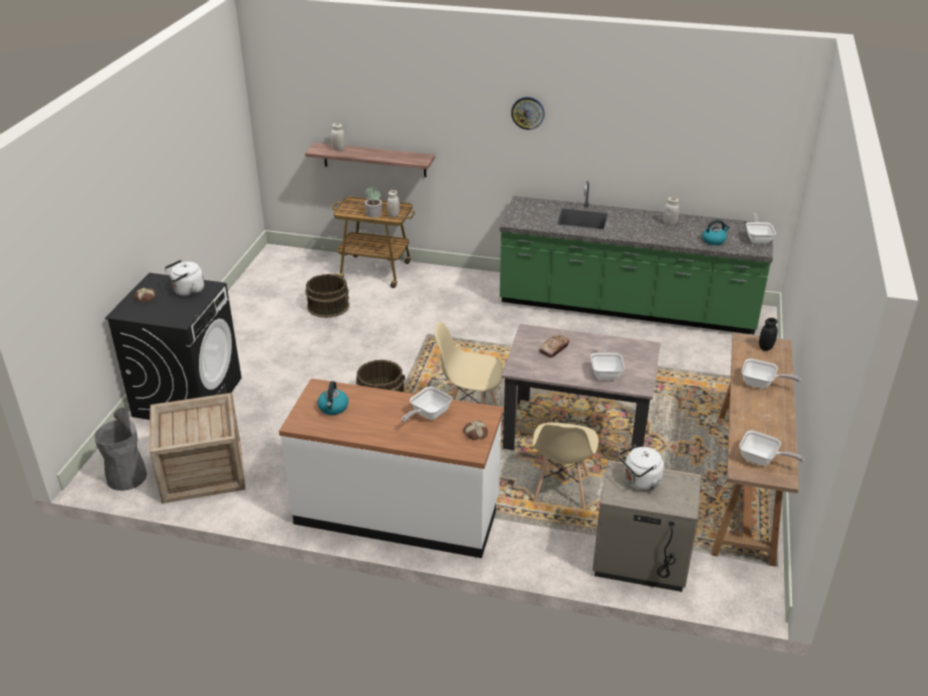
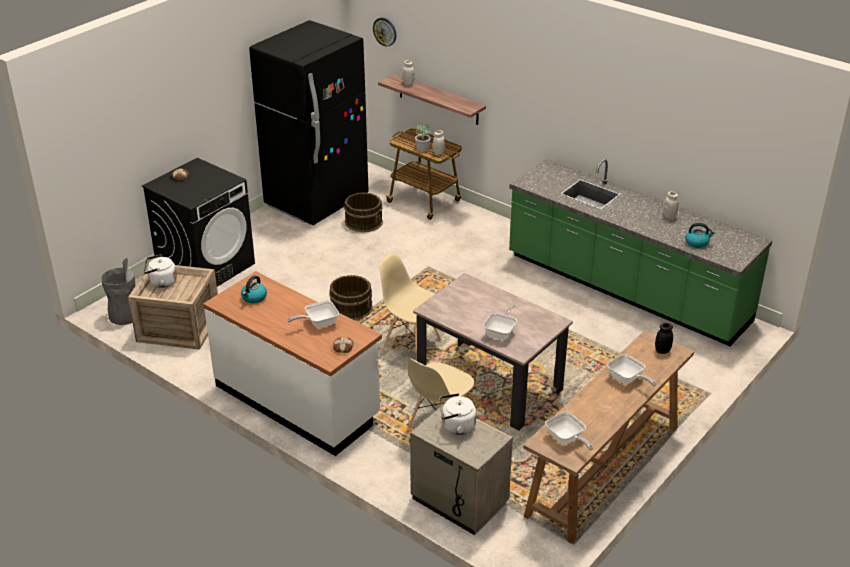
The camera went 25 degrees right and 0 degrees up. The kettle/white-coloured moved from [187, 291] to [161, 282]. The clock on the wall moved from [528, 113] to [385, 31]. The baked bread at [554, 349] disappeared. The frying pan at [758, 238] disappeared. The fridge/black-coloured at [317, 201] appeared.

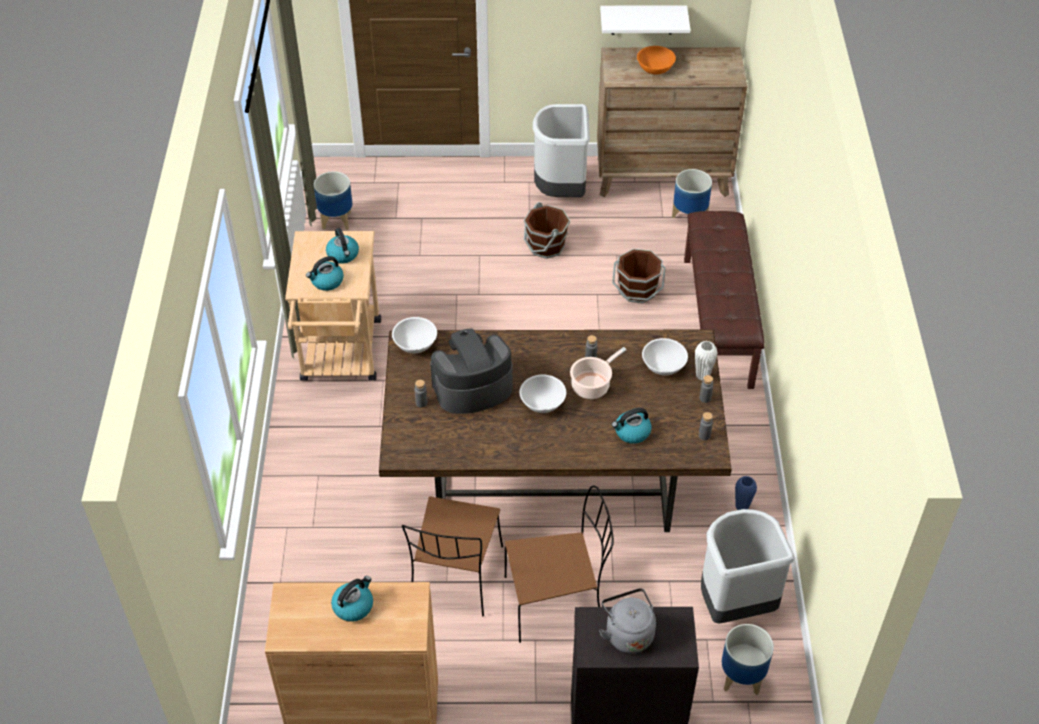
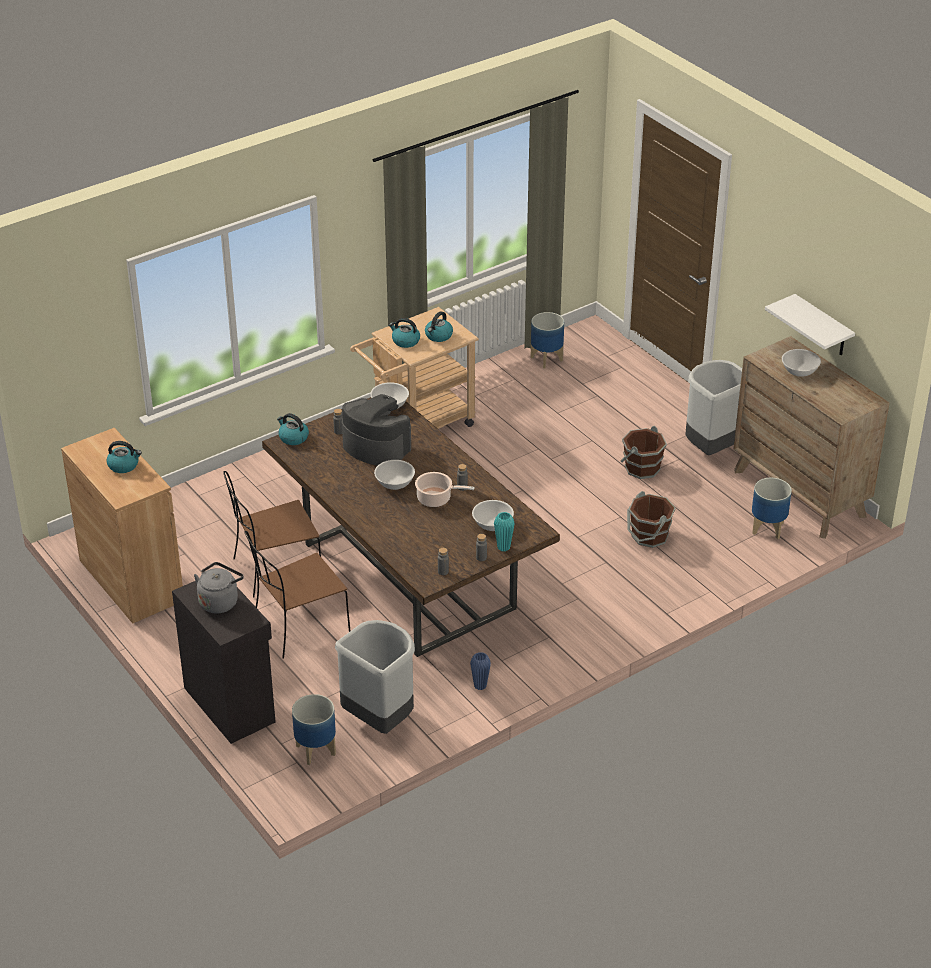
The camera went 55 degrees right and 10 degrees down. The plain chair/brown-coloured at [557, 601] turned 105 degrees clockwise. The kettle moved from [631, 432] to [293, 438]. The bowl/orange at [655, 69] became the bowl/white-coloured at [799, 371]. The indoor bench/brown-coloured at [718, 322] disappeared. The vase/white-coloured at [702, 375] became the vase/blue-green at [503, 547].

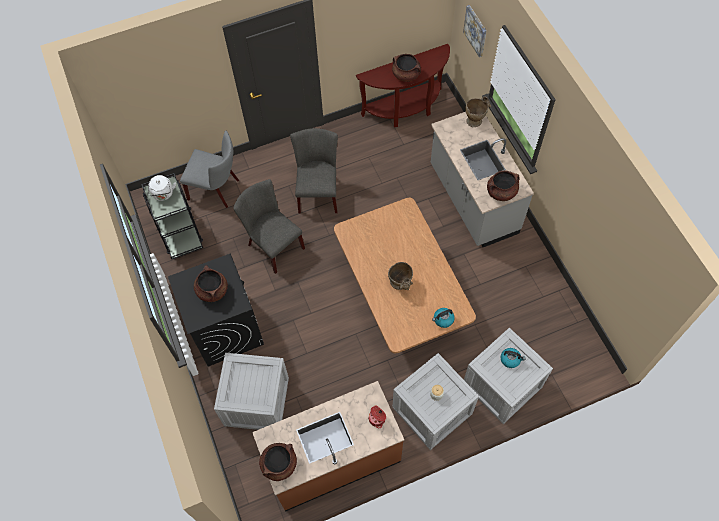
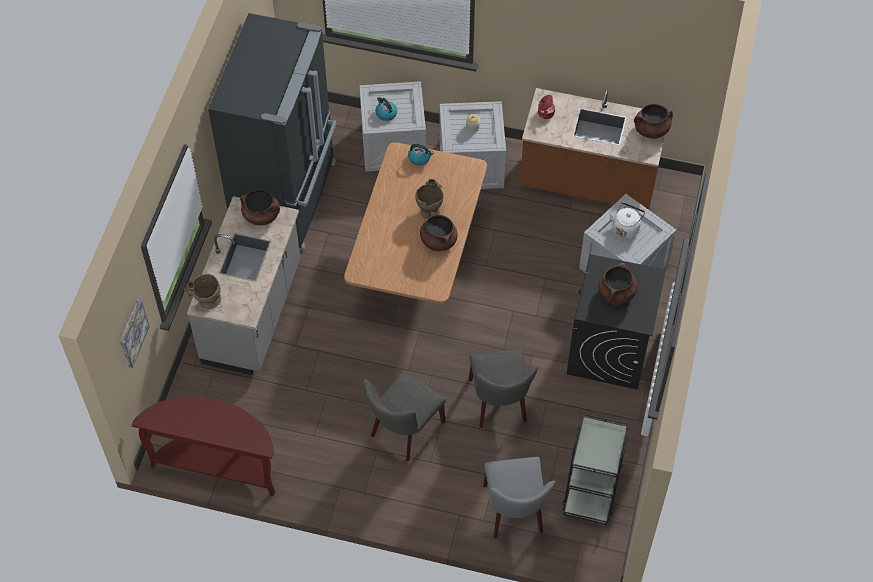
The camera went 145 degrees left and 5 degrees down. The kettle/white-coloured moved from [163, 194] to [626, 228]. The plain chair/gray at [217, 189] turned 150 degrees counterclockwise. The saucepot/brown-coloured moved from [406, 75] to [438, 241]. The fridge/black-coloured at [287, 198] appeared.

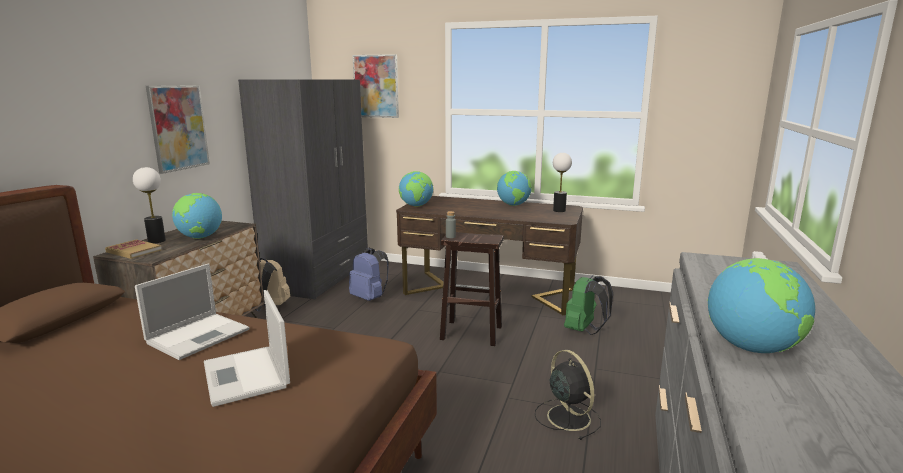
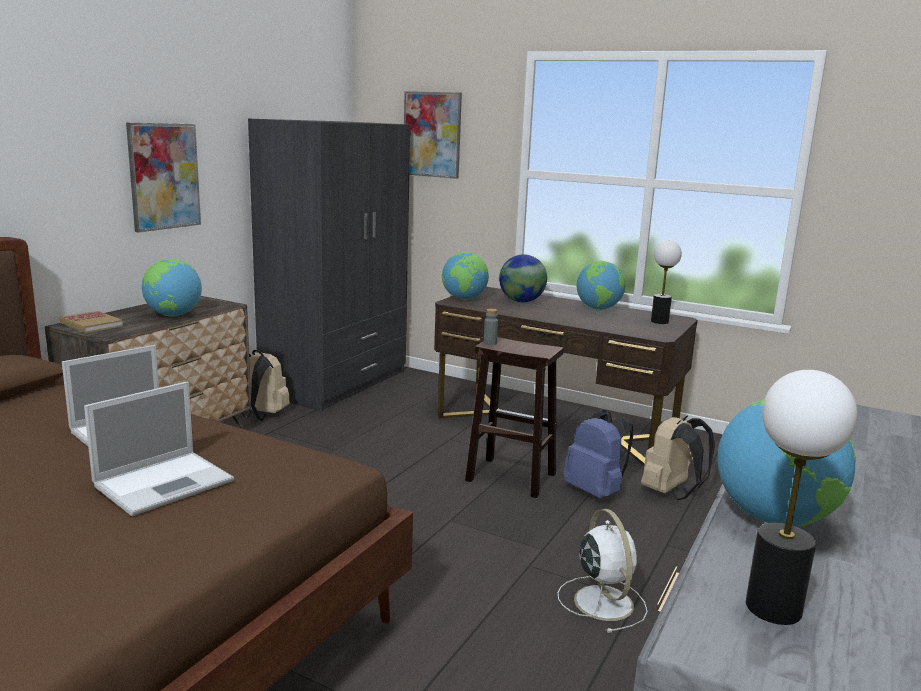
The camera went 10 degrees right and 0 degrees up. The table lamp moved from [156, 241] to [772, 608]. The portable computer at [246, 376] turned 120 degrees counterclockwise. The rucksack/bluish moved from [370, 298] to [596, 492]. The fan/black-coloured at [567, 416] became the fan/white-coloured at [602, 601]. The rucksack/green-coloured at [584, 330] became the rucksack/beige at [671, 493]. The desk globe at [521, 301] appeared.

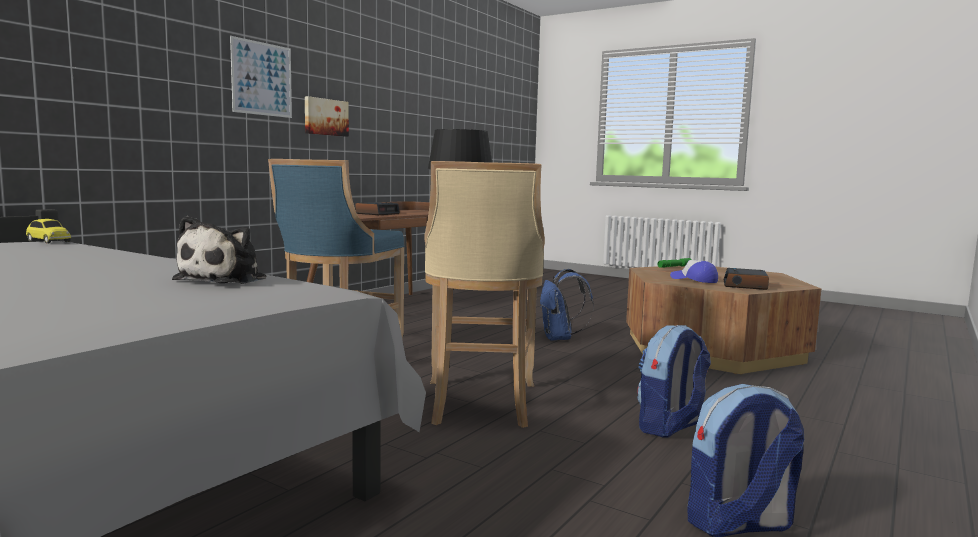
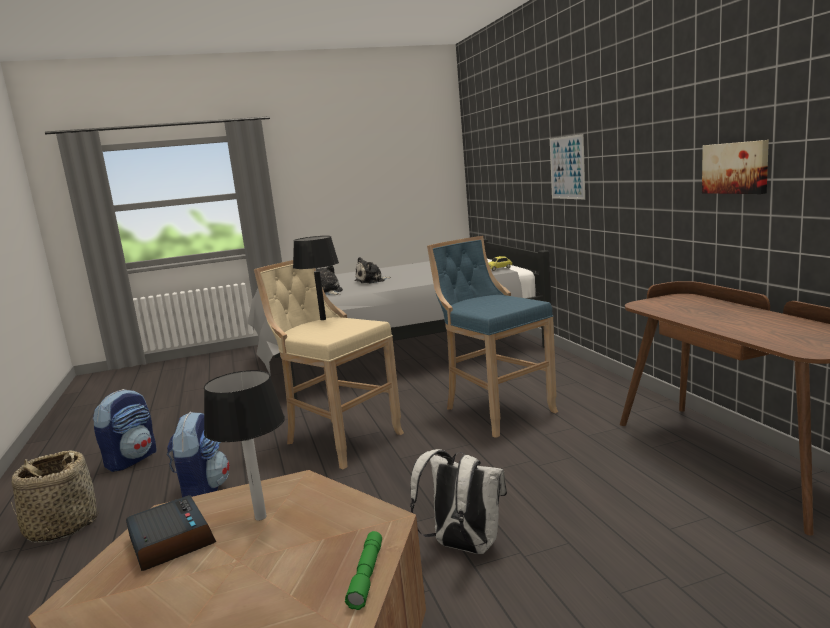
The camera went 130 degrees right and 5 degrees up. The wall picture moved from [262, 79] to [567, 167]. The table clock at [377, 213] disappeared. The rucksack/bluish at [560, 338] became the rucksack/white-coloured at [463, 546]. The baseball cap at [694, 280] was replaced by the table lamp at [260, 517]. The storage basket at [61, 527] appeared. The cuddly toy at [372, 281] appeared.

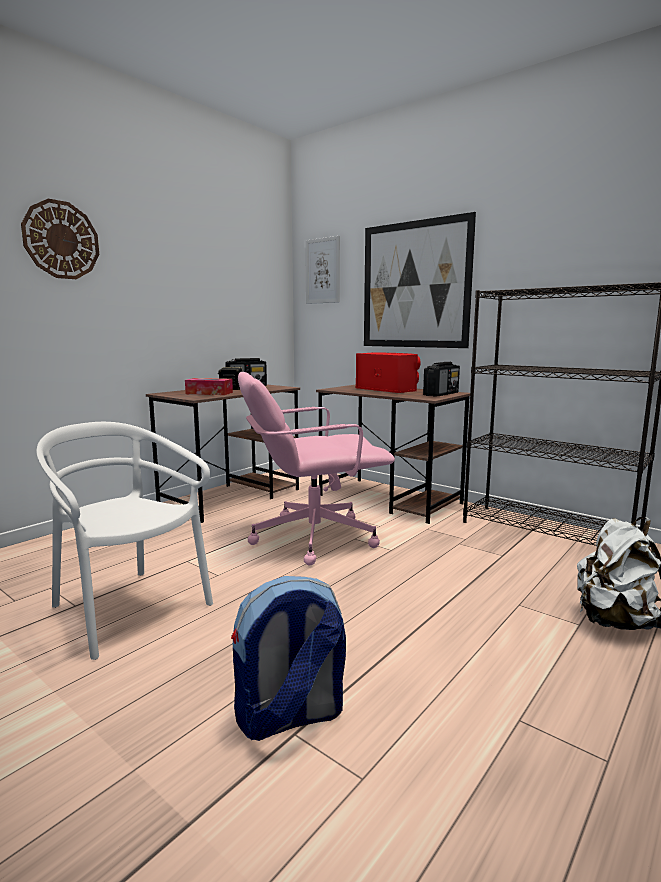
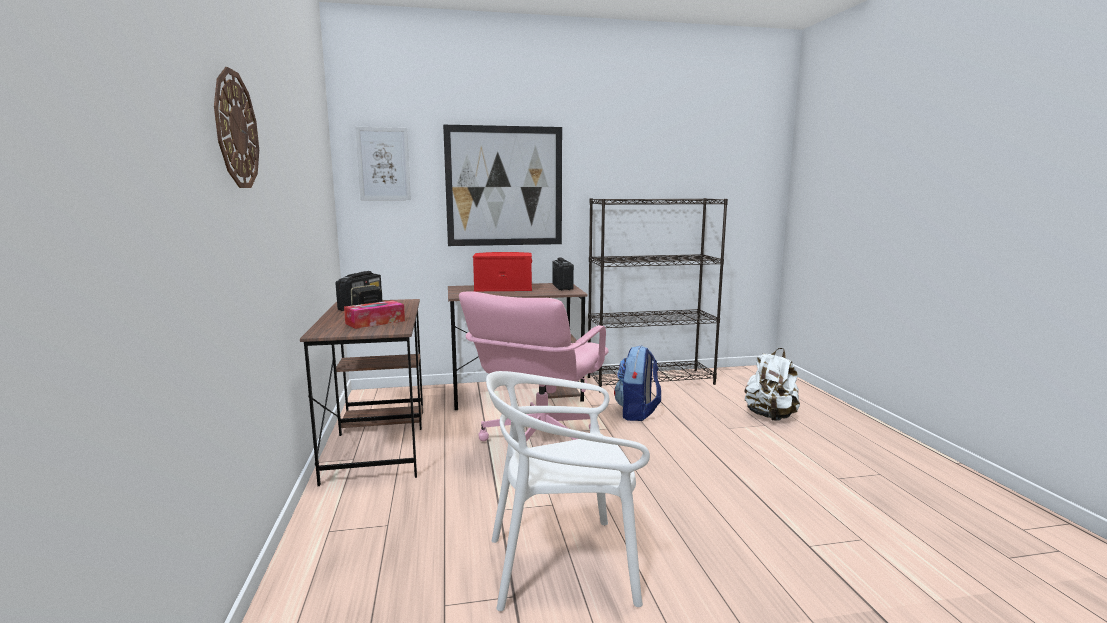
The camera went 50 degrees left and 0 degrees up. The rucksack moved from [290, 717] to [637, 413].

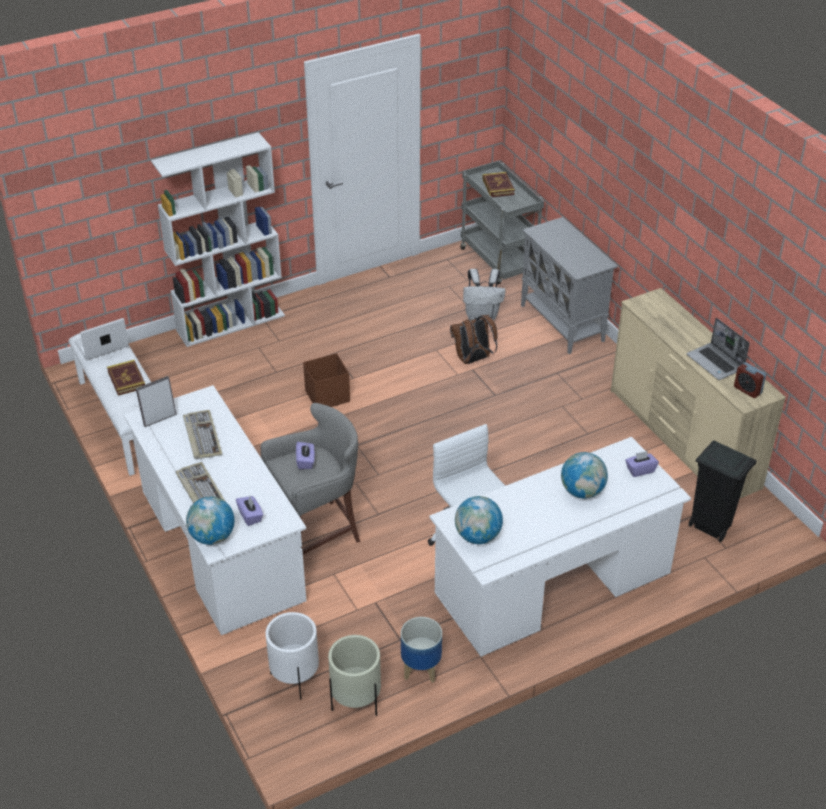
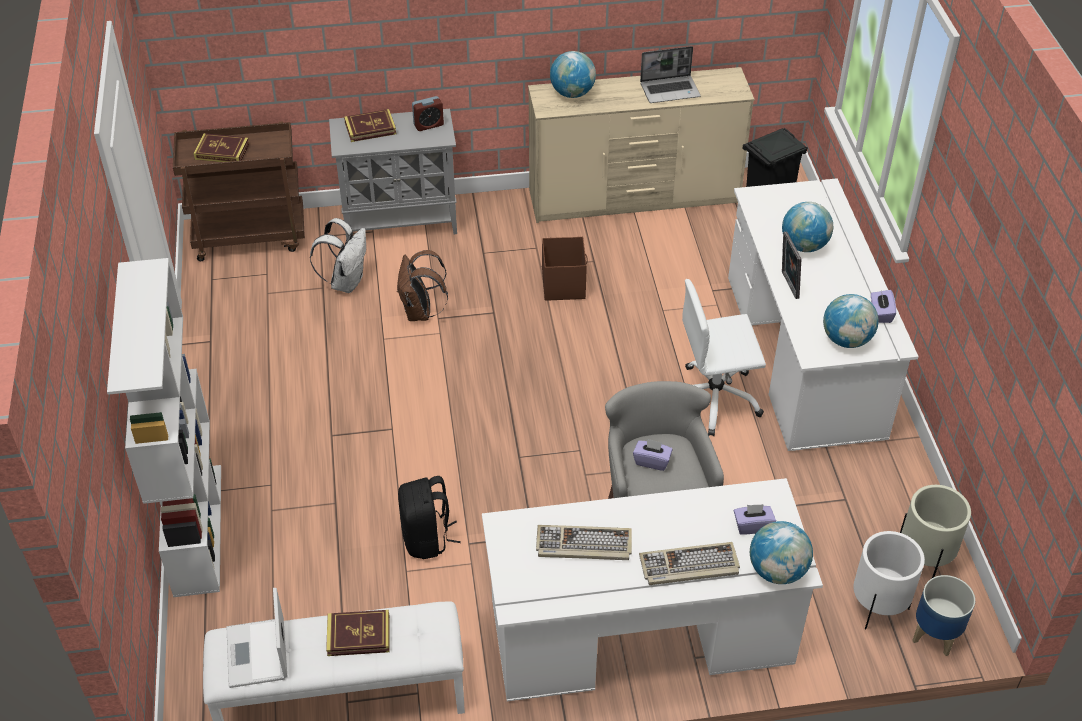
The camera went 70 degrees left and 5 degrees up. The photo frame moved from [159, 419] to [787, 285]. The storage box/brown-coloured moved from [328, 396] to [563, 285]. The plant pot moved from [421, 669] to [936, 635]. The cart/gray at [499, 262] became the cart/brown-coloured at [251, 236]. The box of tissues/purplish moved from [640, 470] to [880, 313]. The table clock moved from [747, 390] to [428, 125]. The book at [370, 128] appeared. The rucksack/black-coloured at [427, 539] appeared. The desk globe at [572, 93] appeared.

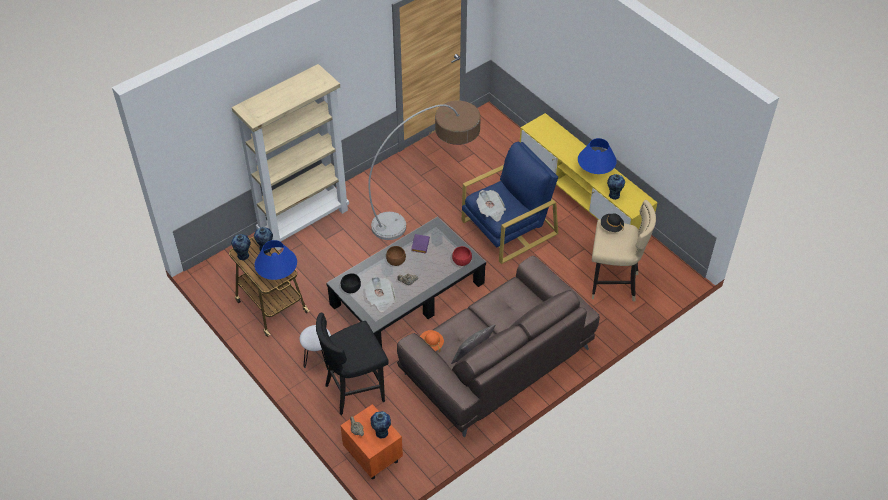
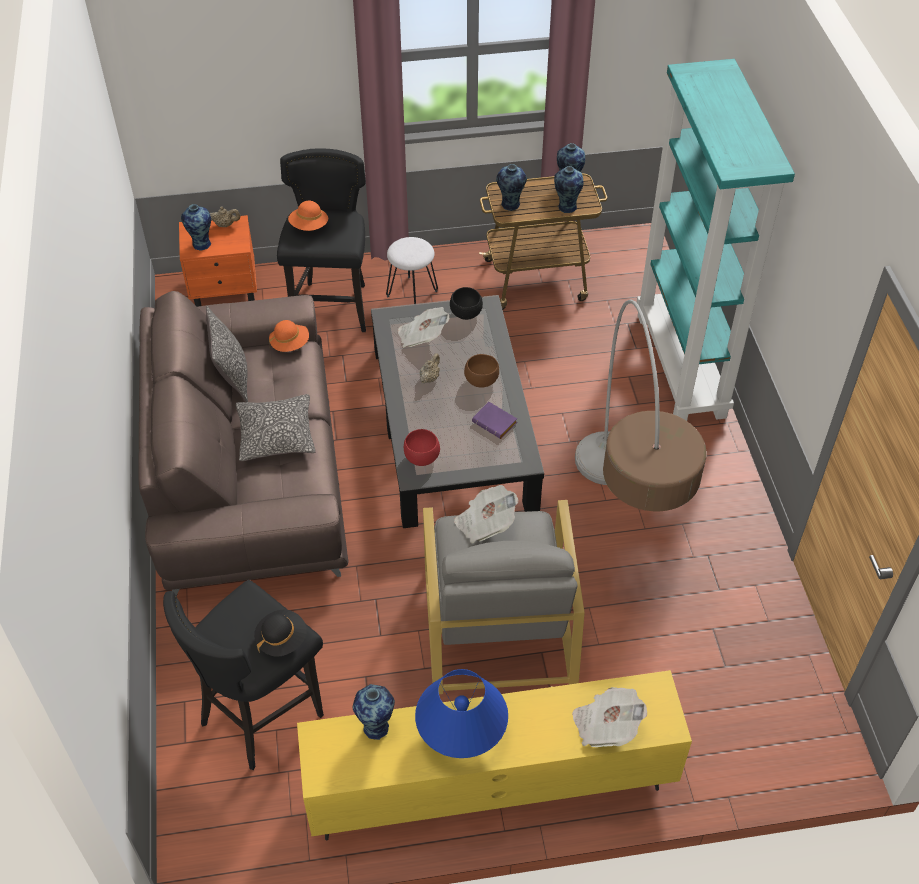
The camera went 120 degrees right and 0 degrees up. The shelving unit/beige at [304, 221] became the shelving unit/blue-green at [682, 366]. The table lamp/bluish at [278, 274] was replaced by the vase at [510, 205]. The easy chair/bluish at [508, 227] became the easy chair/gray at [498, 623]. The stool seat/beige at [613, 284] became the stool seat/black-coloured at [261, 714]. The throw pillow at [276, 435] appeared. The clothing hat/orange at [309, 226] appeared. The daily paper at [606, 726] appeared.

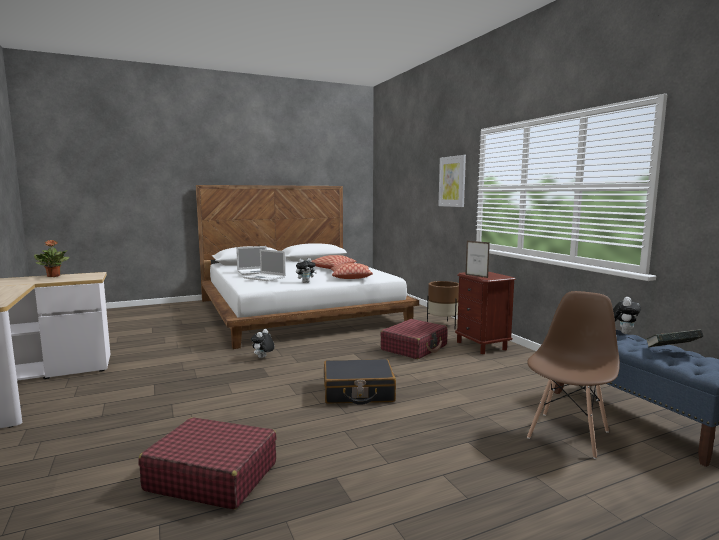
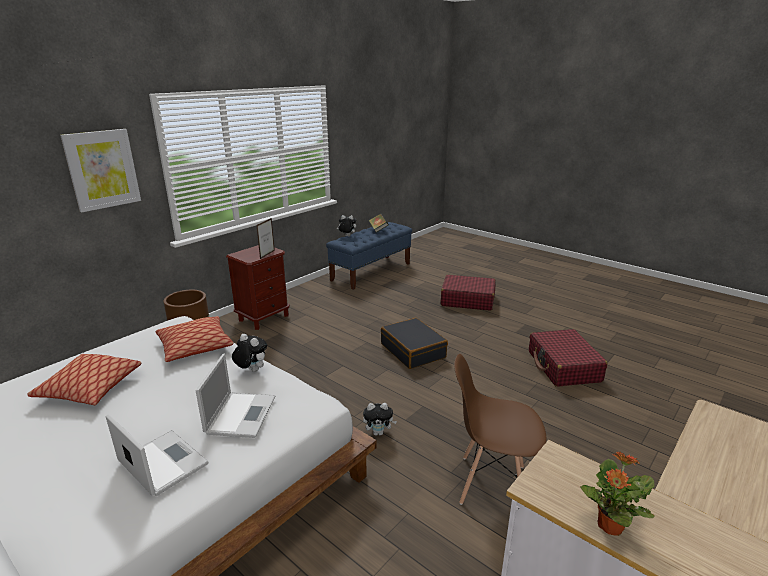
The camera went 115 degrees left and 15 degrees up. The piece of luggage/red moved from [414, 347] to [467, 300]. The plain chair/brown-coloured moved from [568, 434] to [491, 483].

